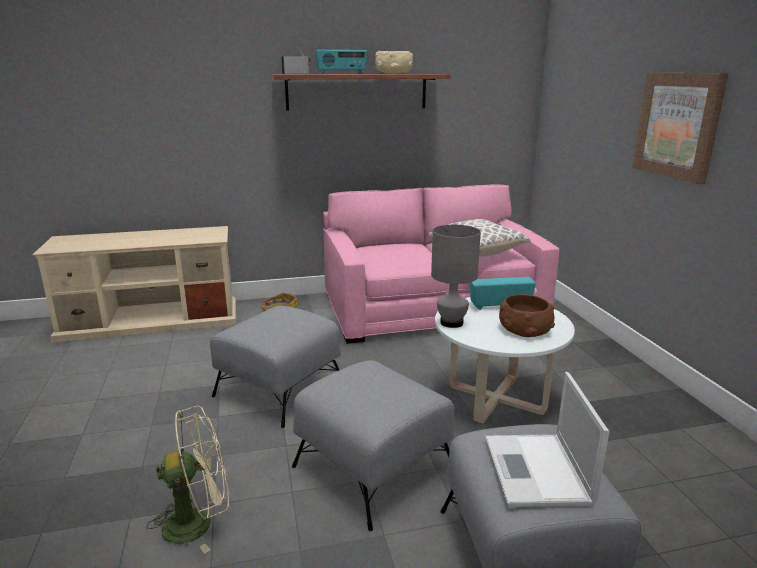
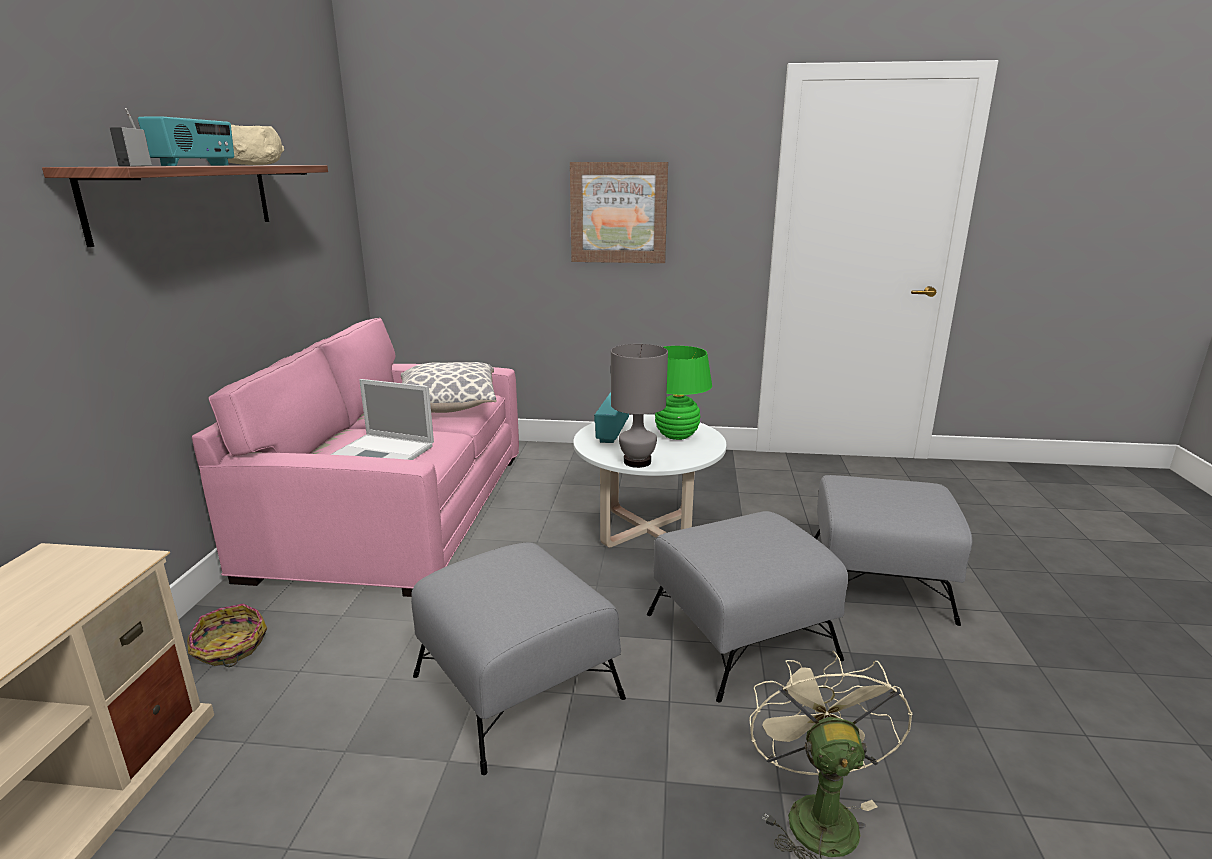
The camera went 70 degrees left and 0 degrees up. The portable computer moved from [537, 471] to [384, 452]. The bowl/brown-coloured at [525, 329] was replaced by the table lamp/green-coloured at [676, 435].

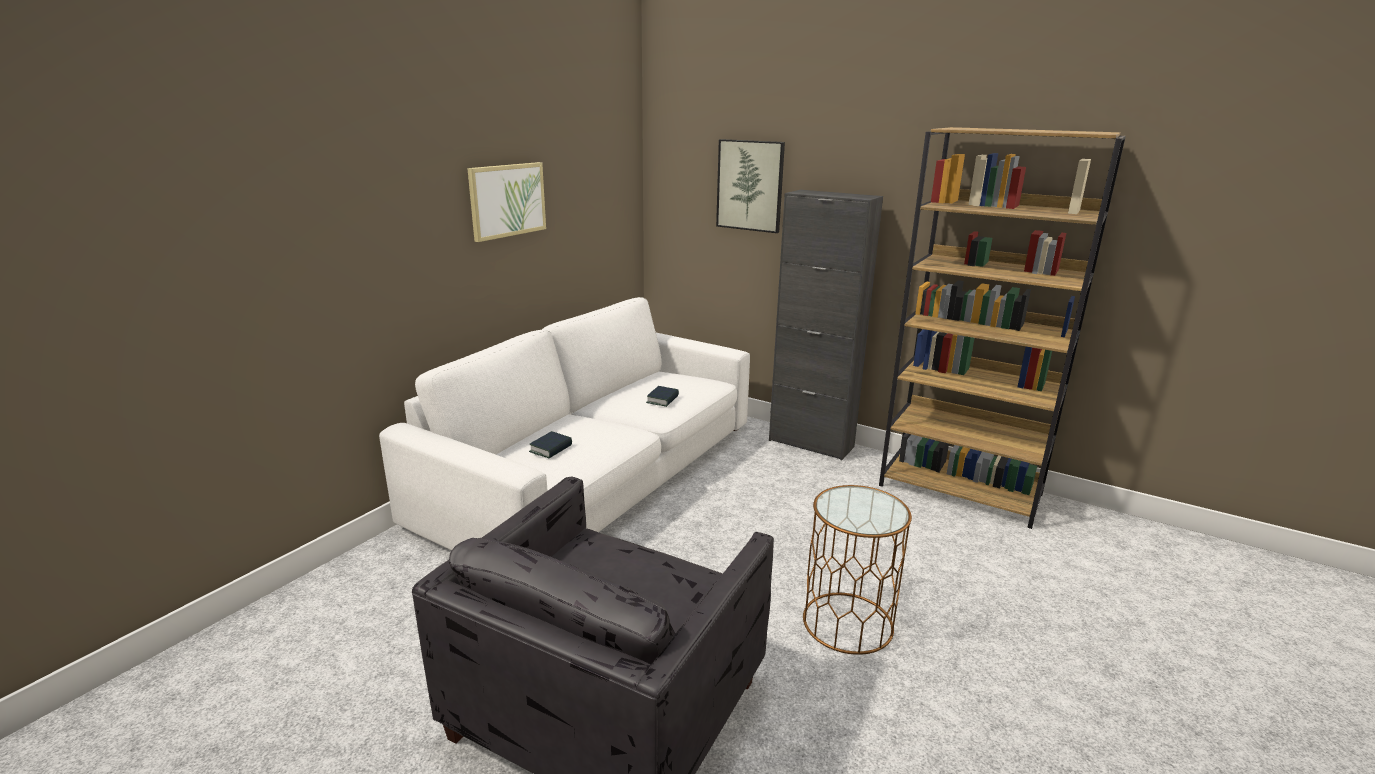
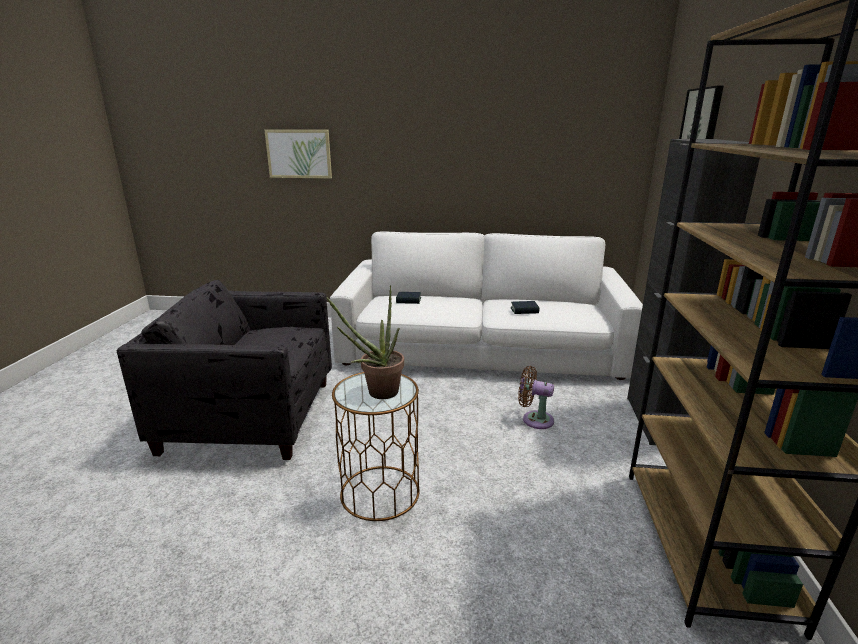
The camera went 65 degrees right and 0 degrees up. The wall picture moved from [507, 200] to [299, 154]. The plant in a pot at [377, 393] appeared. The fan/brown-coloured at [534, 419] appeared.

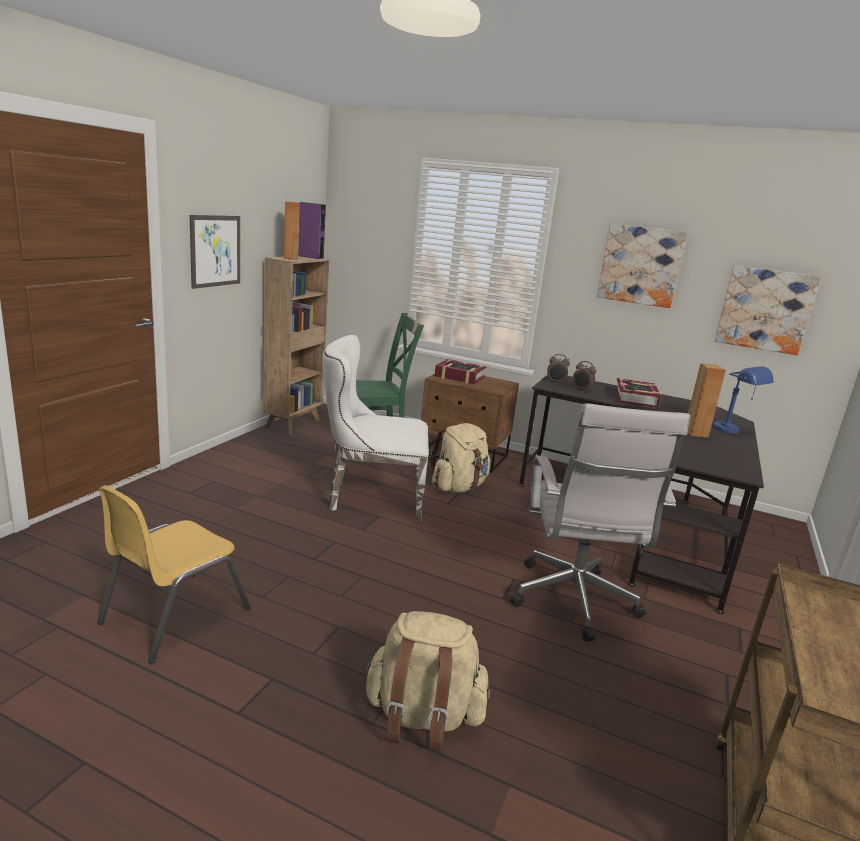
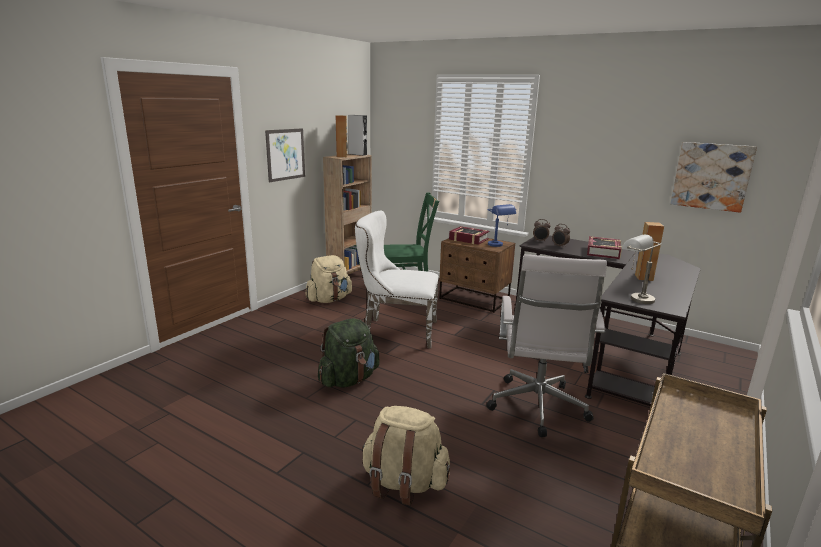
The camera went 10 degrees right and 0 degrees up. The plain chair/yellow-coloured at [174, 615] disappeared. The loudspeaker/purplish at [310, 257] became the loudspeaker/gray at [357, 154]. The rucksack/beige moved from [458, 487] to [329, 300]. The wall picture at [640, 265] disappeared. The table lamp/bluish moved from [734, 432] to [498, 246]. The rucksack/green-coloured at [349, 380] appeared. The table lamp/gray at [634, 297] appeared.

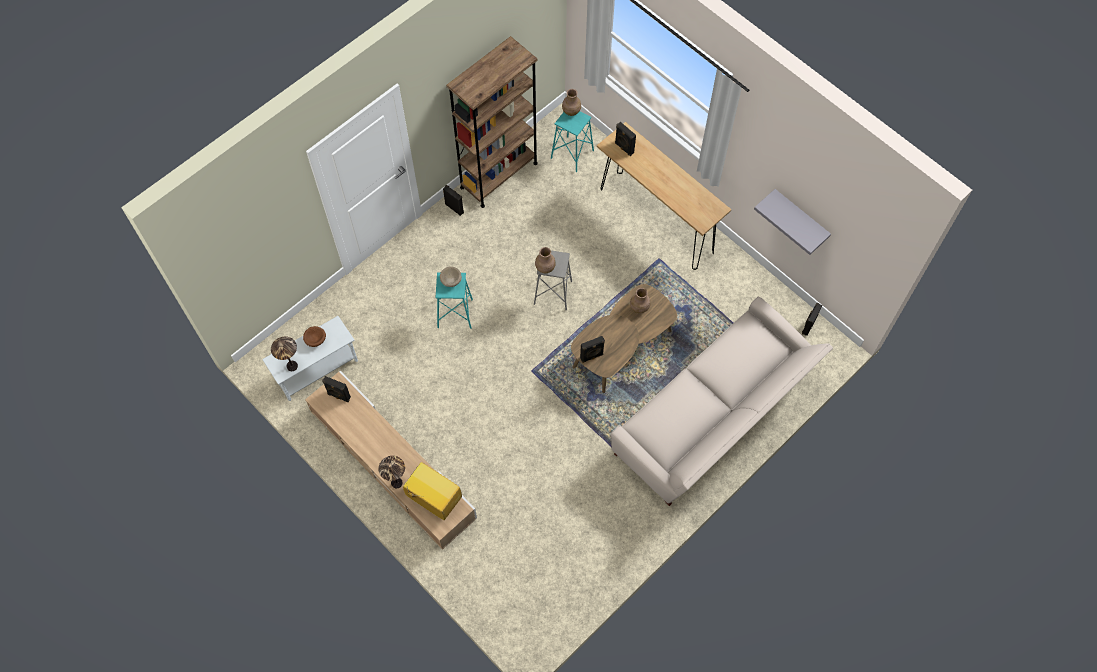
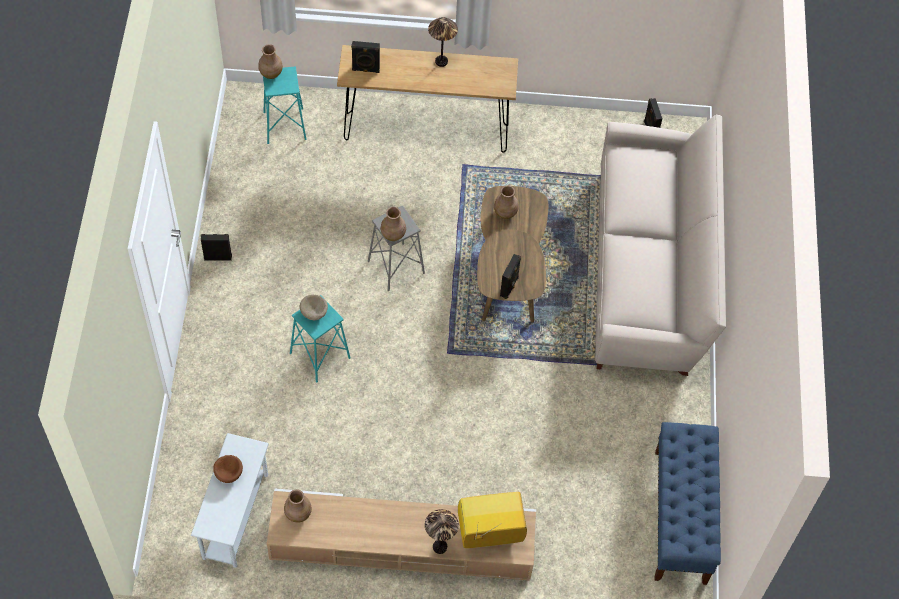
The camera went 45 degrees left and 5 degrees down. The table lamp moved from [292, 366] to [441, 62]. The loudspeaker/black-coloured at [338, 396] was replaced by the vase/brown-coloured at [298, 513]. The shelving unit/brown-coloured at [499, 175] disappeared. The wall shelf/gray at [800, 218] disappeared. The indoor bench/bluish at [680, 517] appeared.

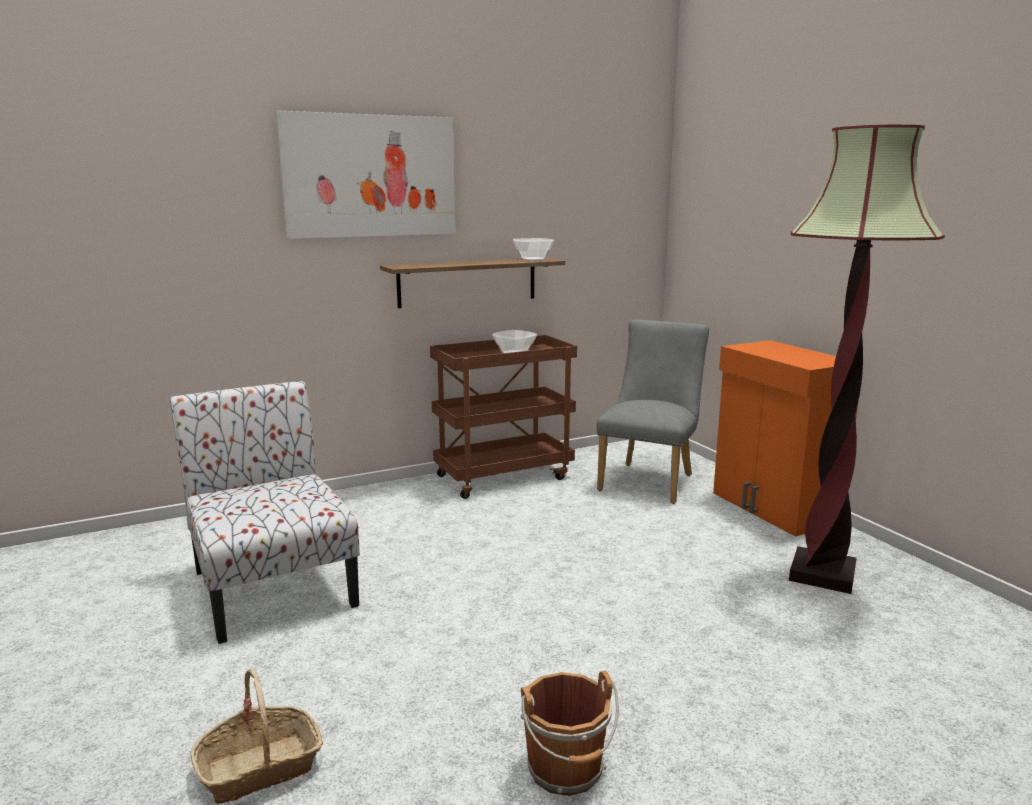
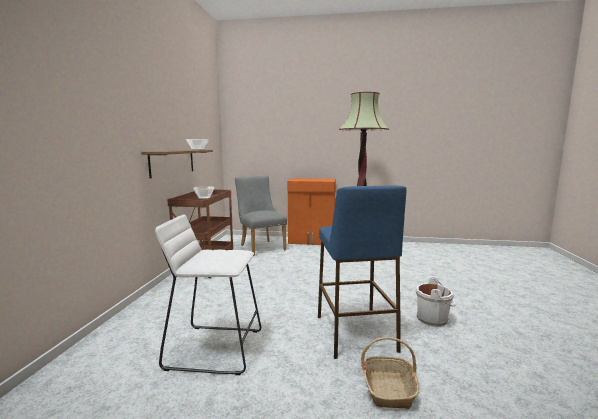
The camera went 55 degrees left and 5 degrees down. The plain chair at [272, 586] was replaced by the stool seat/white-coloured at [215, 348]. The wall picture at [370, 176] disappeared. The bucket/brown-coloured at [567, 771] became the bucket/white-coloured at [433, 319]. The stool seat/bluish at [355, 333] appeared.

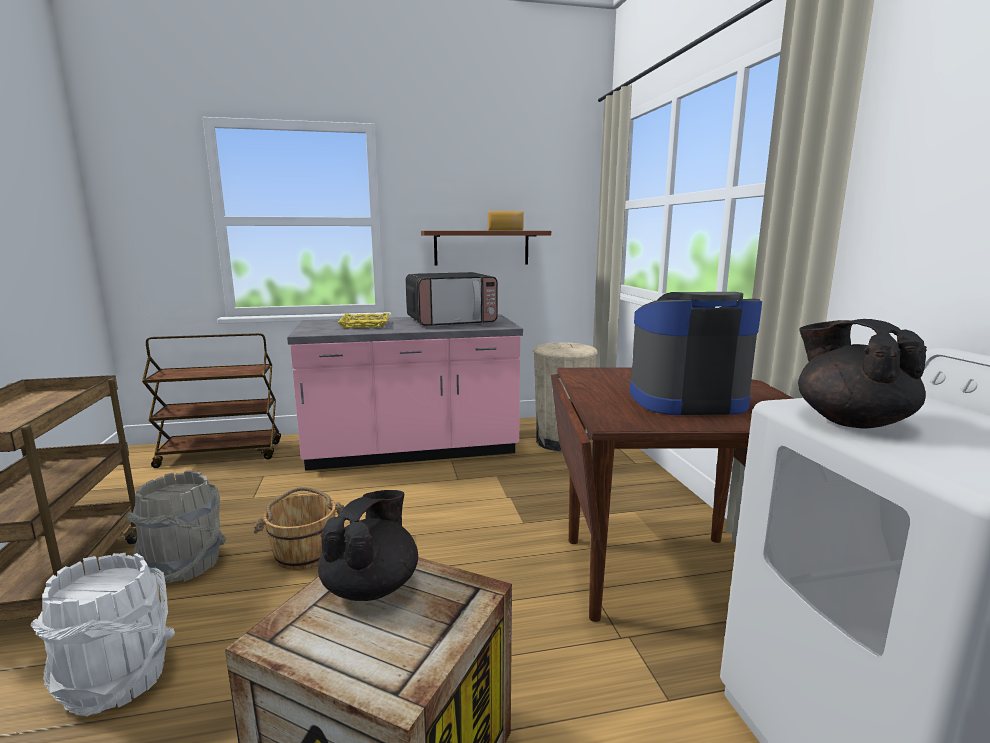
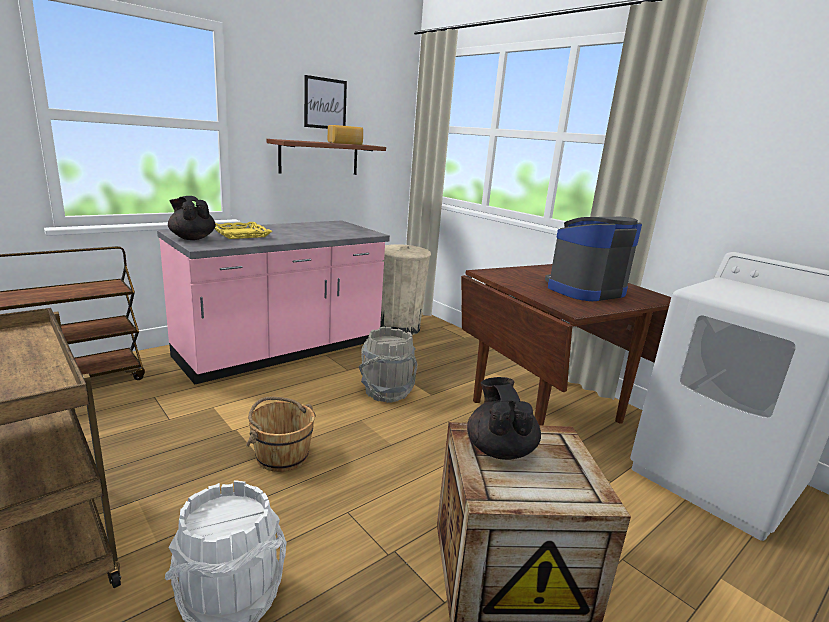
The camera went 30 degrees left and 5 degrees up. The bucket/gray moved from [184, 565] to [386, 392]. The kitchen microwave at [451, 321] disappeared. The pot for tea/black-coloured moved from [850, 421] to [192, 238]. The wall picture at [325, 103] appeared.

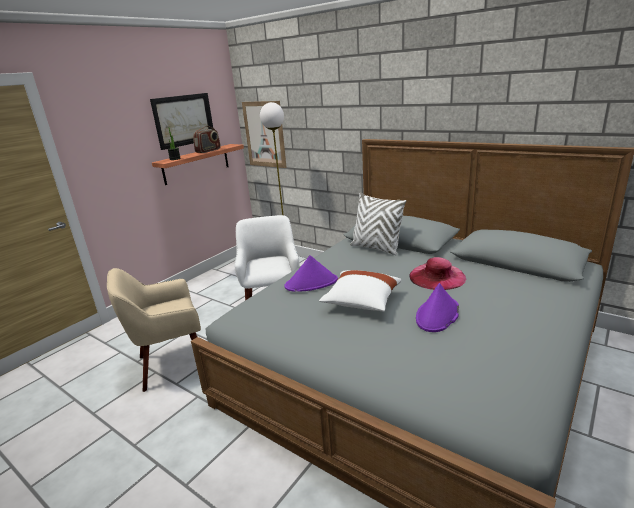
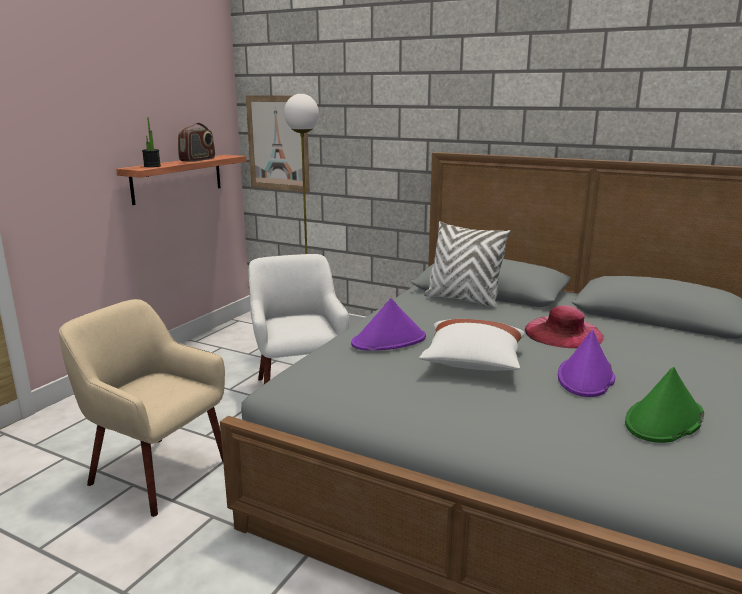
The camera went 10 degrees left and 5 degrees down. The easy chair/beige at [171, 364] turned 60 degrees clockwise. The wall picture at [184, 120] disappeared. The clothing hat/green-coloured at [664, 420] appeared.

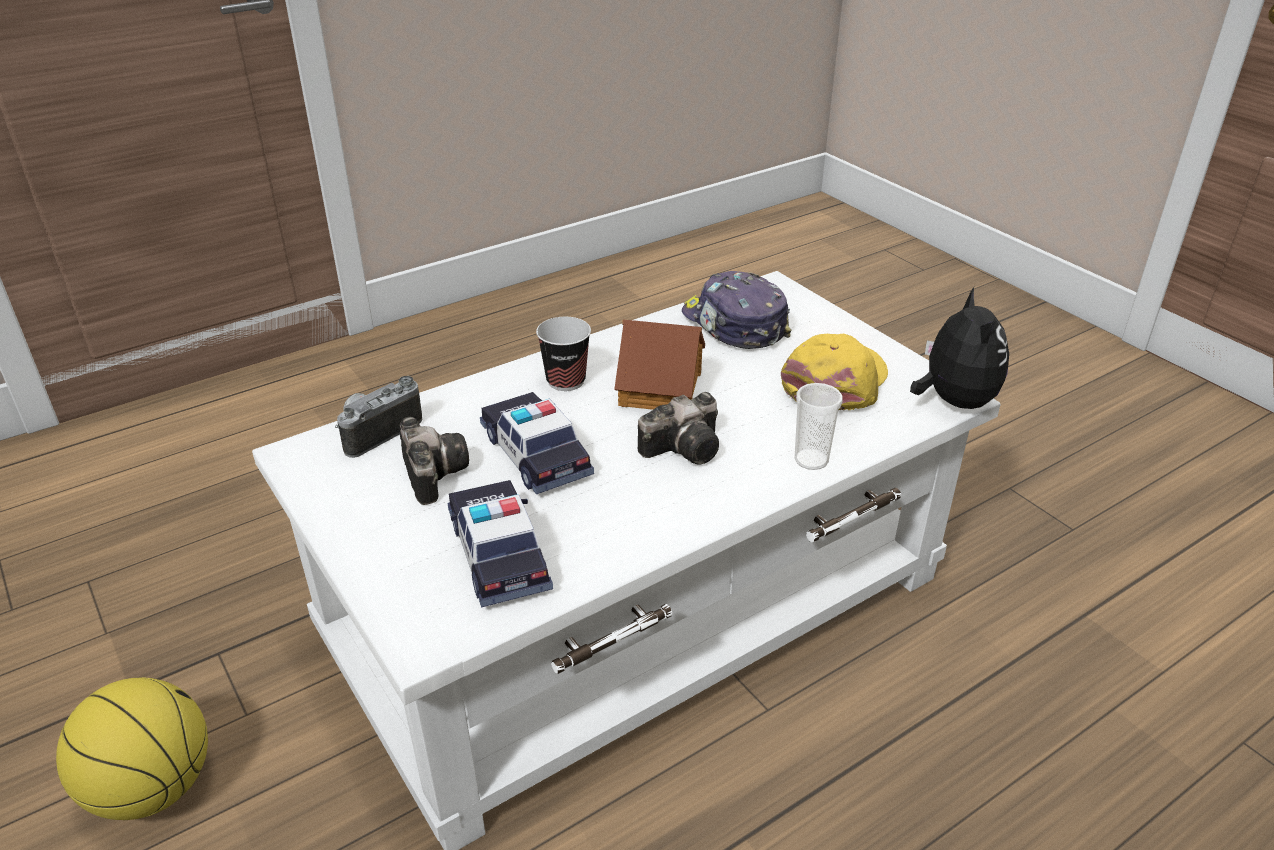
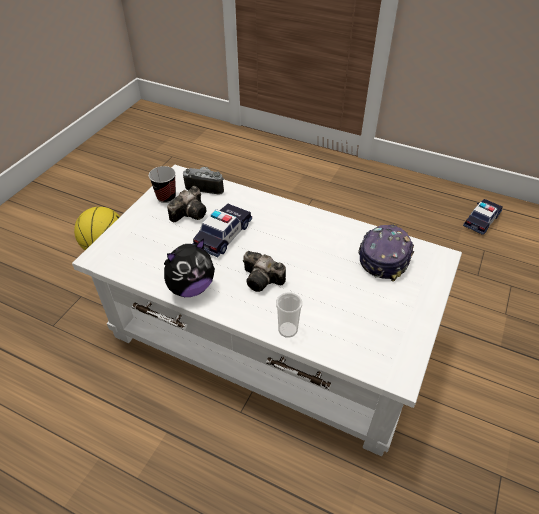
The camera went 60 degrees right and 10 degrees up. The miniature car moved from [499, 554] to [481, 220]. The cup moved from [566, 381] to [166, 197]. The model house at [662, 388] disappeared. The baseball cap/yellow-coloured at [836, 383] disappeared. The cuddly toy moved from [953, 401] to [191, 287].

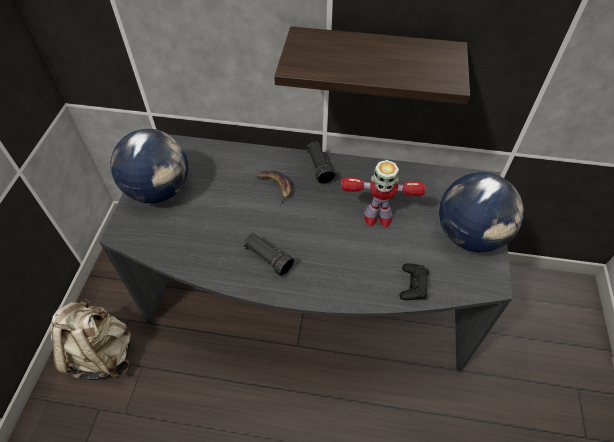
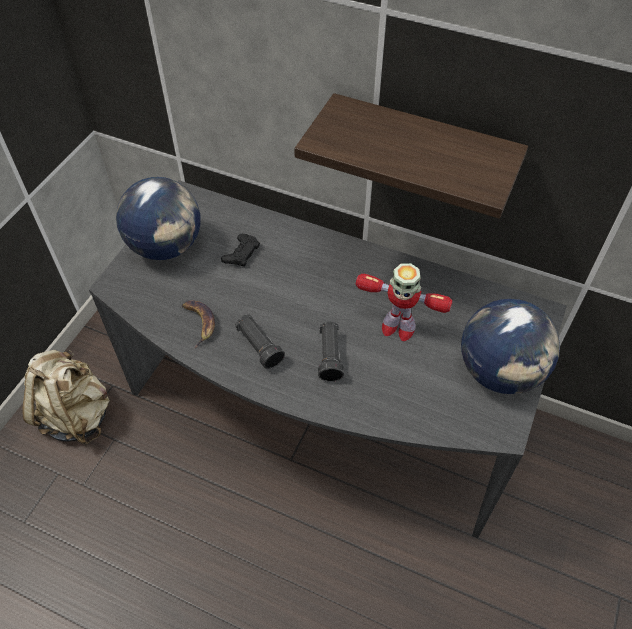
The camera went 15 degrees right and 0 degrees up. The banana moved from [276, 187] to [200, 323]. The hand torch/black-coloured moved from [319, 167] to [330, 356]. The game controller/black-coloured moved from [413, 284] to [241, 253].

